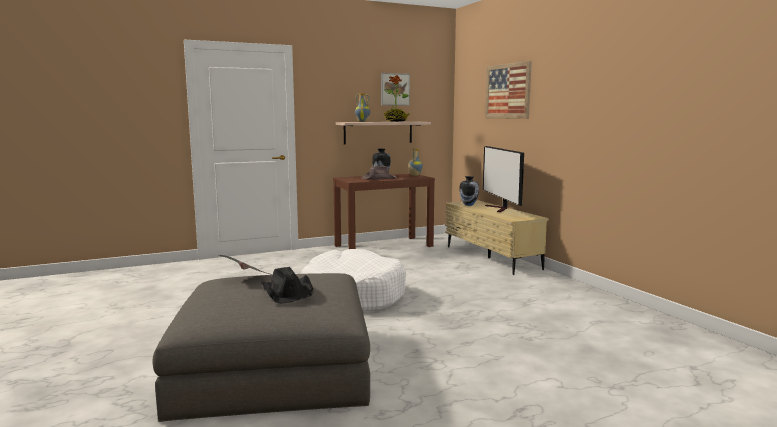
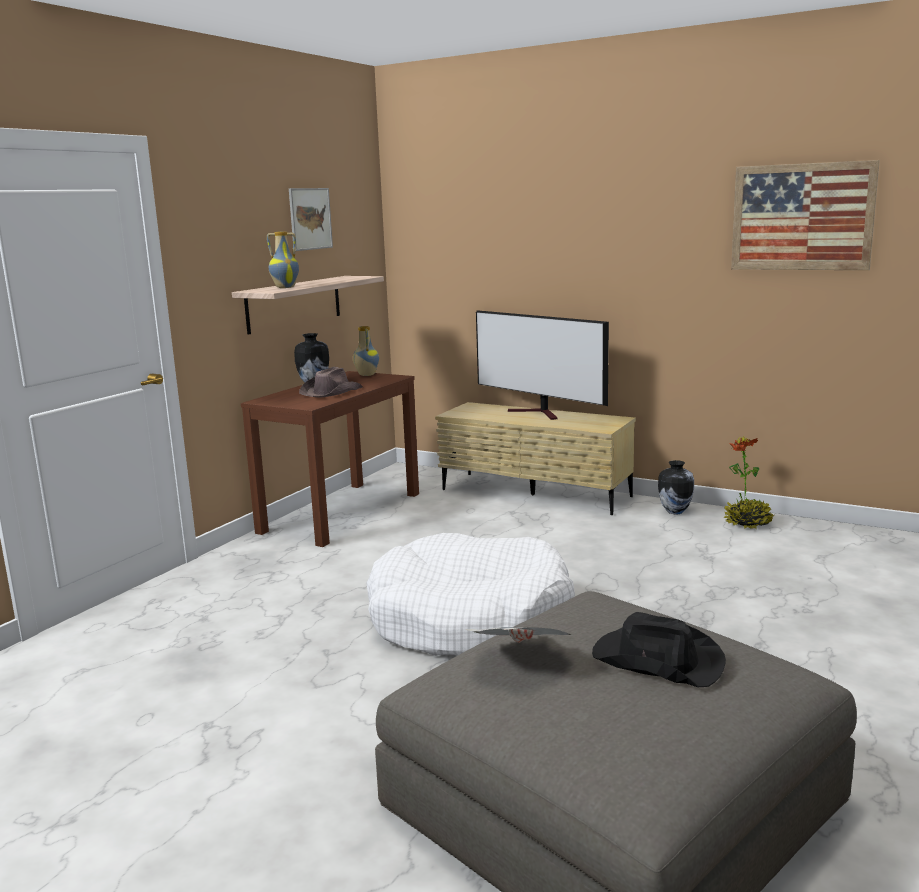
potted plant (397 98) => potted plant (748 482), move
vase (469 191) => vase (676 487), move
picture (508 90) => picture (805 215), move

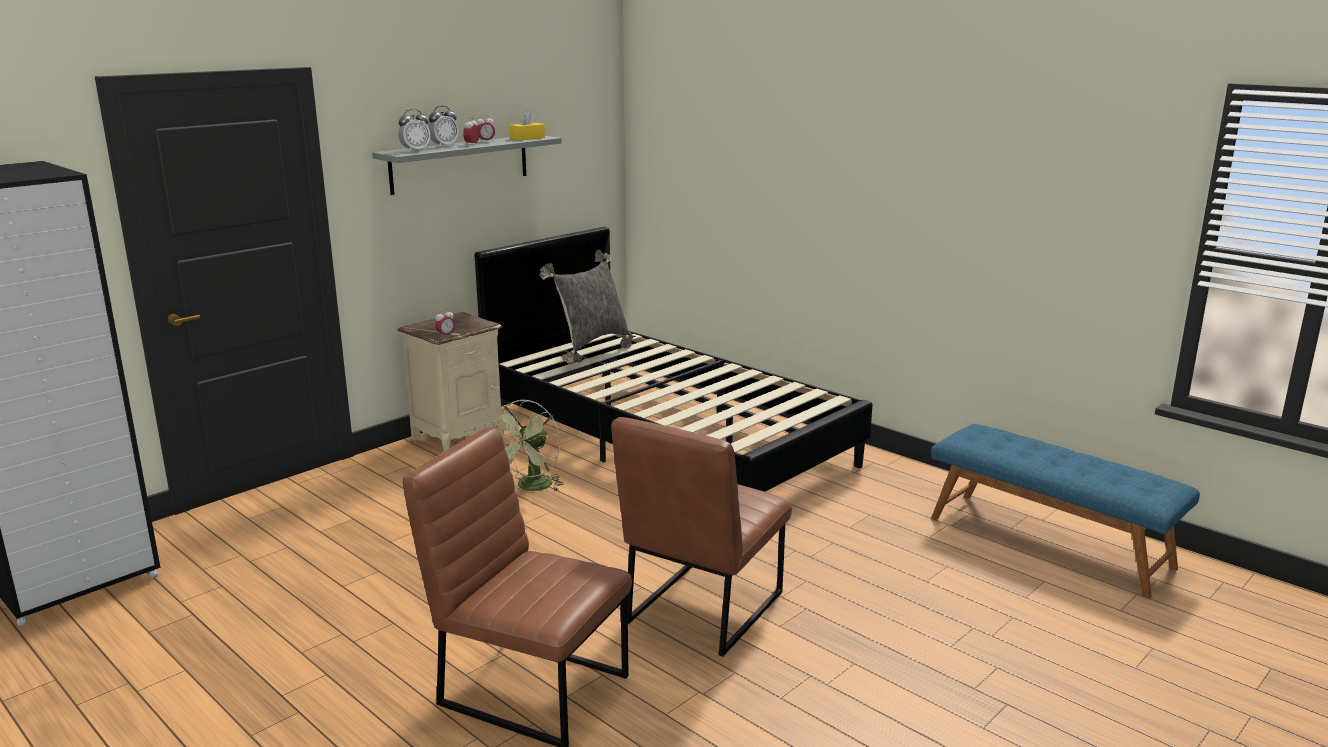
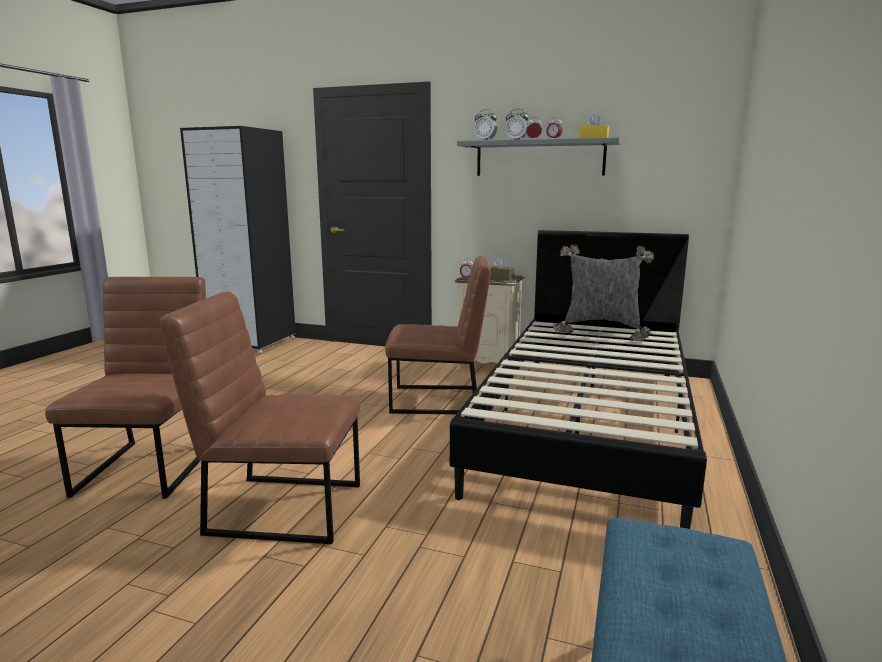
fan (green) (526 445) => chair (brown) (438 335)
nothing => tissue box (brown) (502 268)

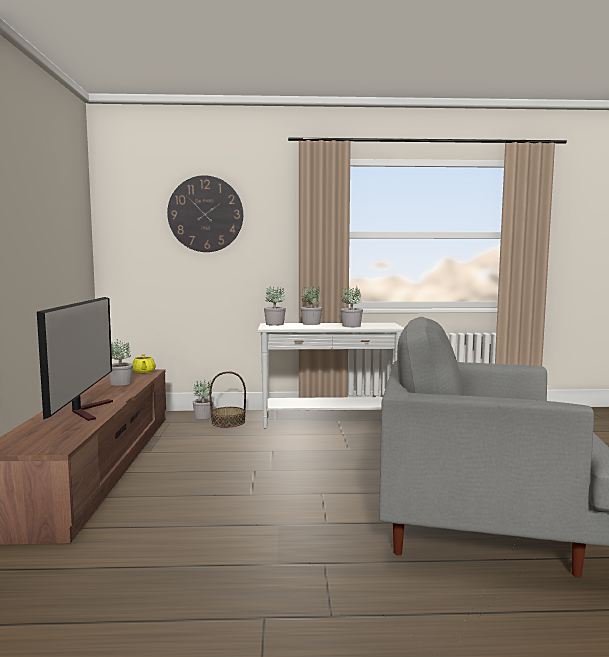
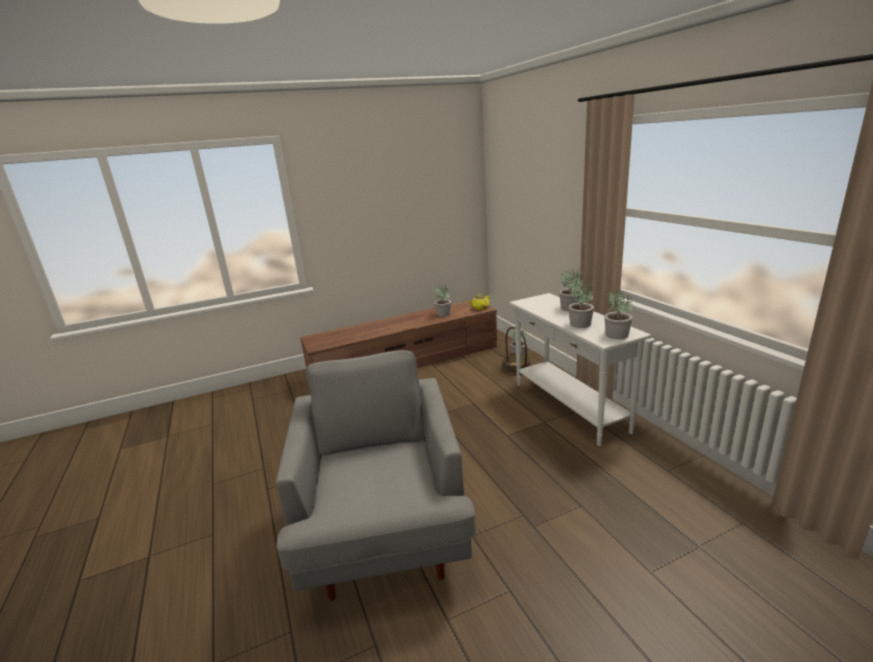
television (75 359) => nothing
wall clock (205 213) => nothing
potted plant (275 305) => potted plant (618 314), move

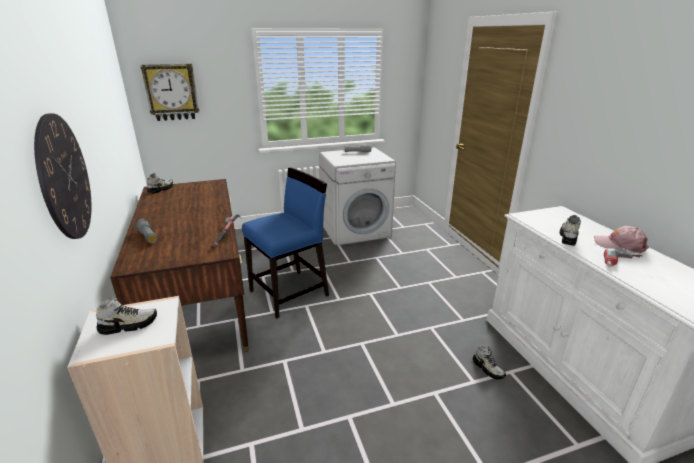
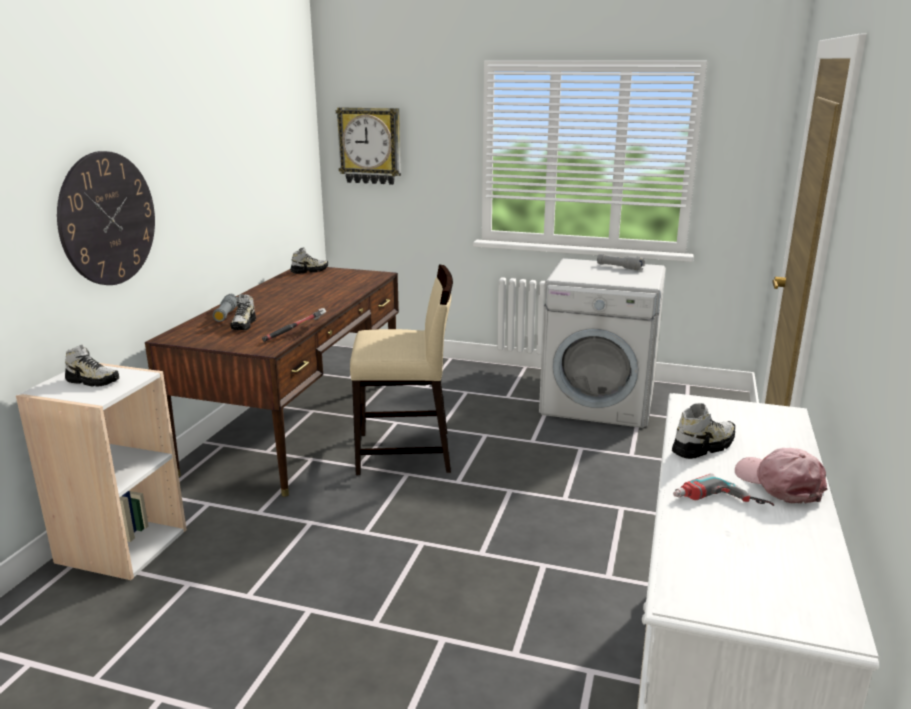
chair (blue) (285 243) => chair (beige) (401 369)
shoe (489 362) => shoe (243 312), move

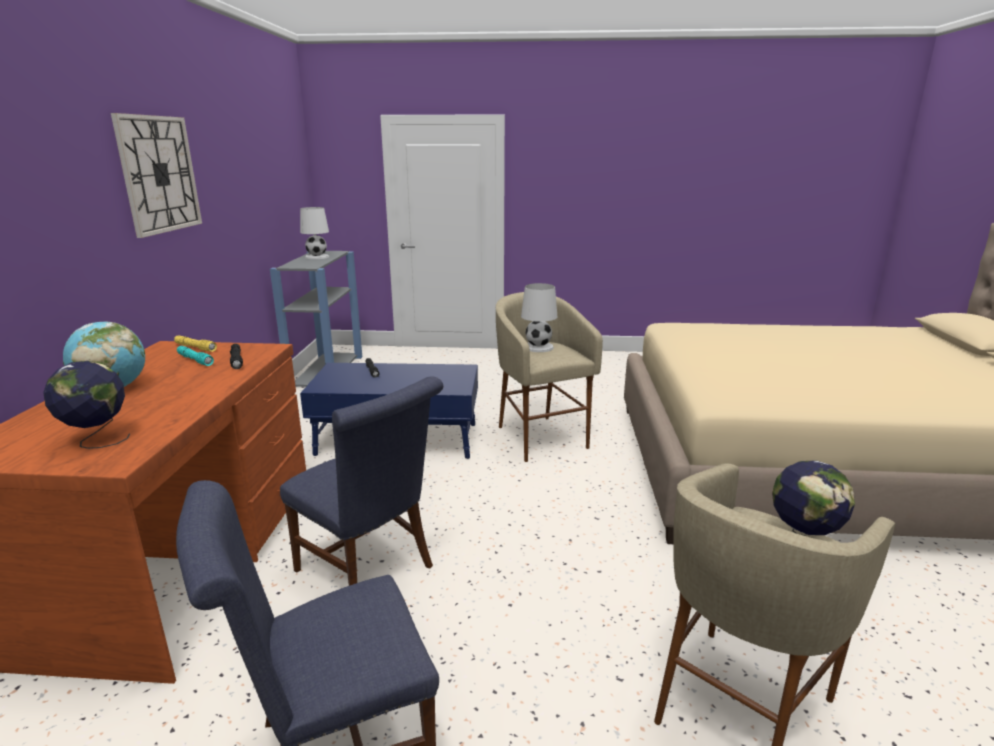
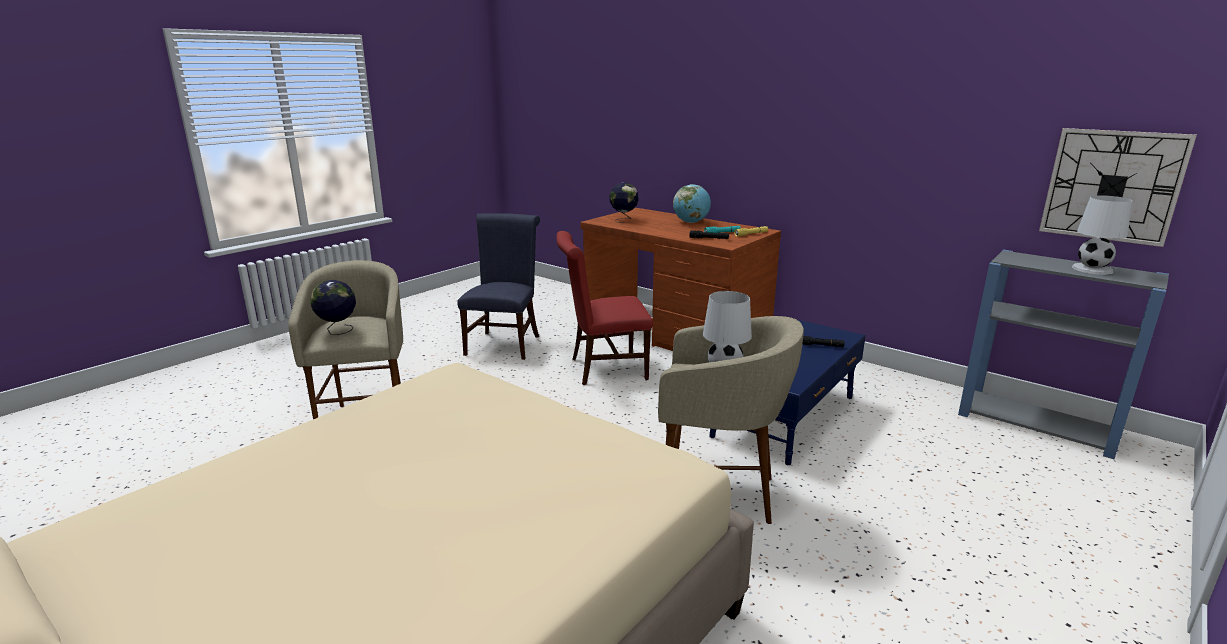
wall clock (156 175) => wall clock (1118 187), move
chair (blue) (361 481) => chair (red) (604 308)

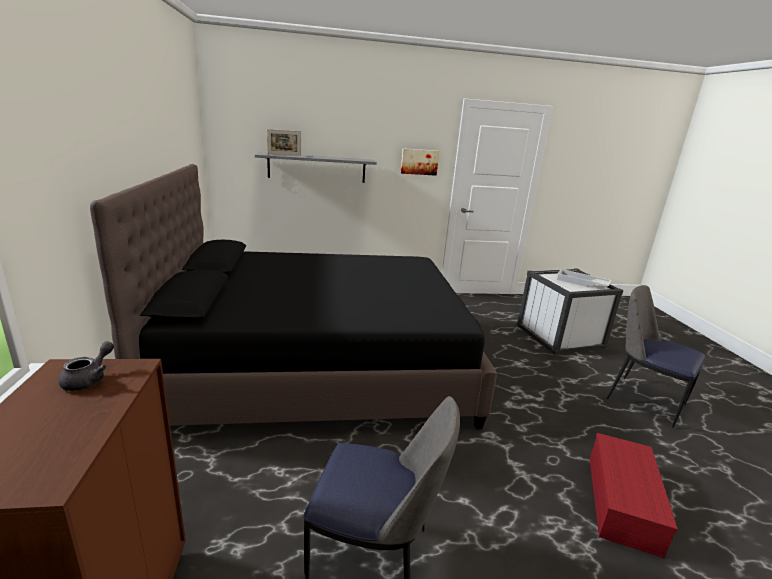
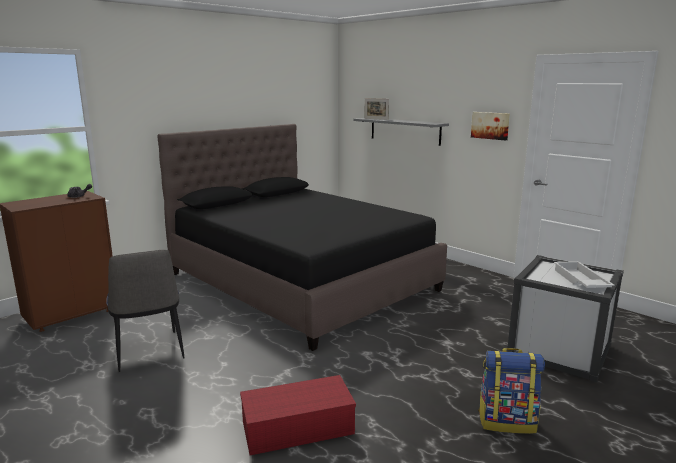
chair (656 356) => backpack (511 391)

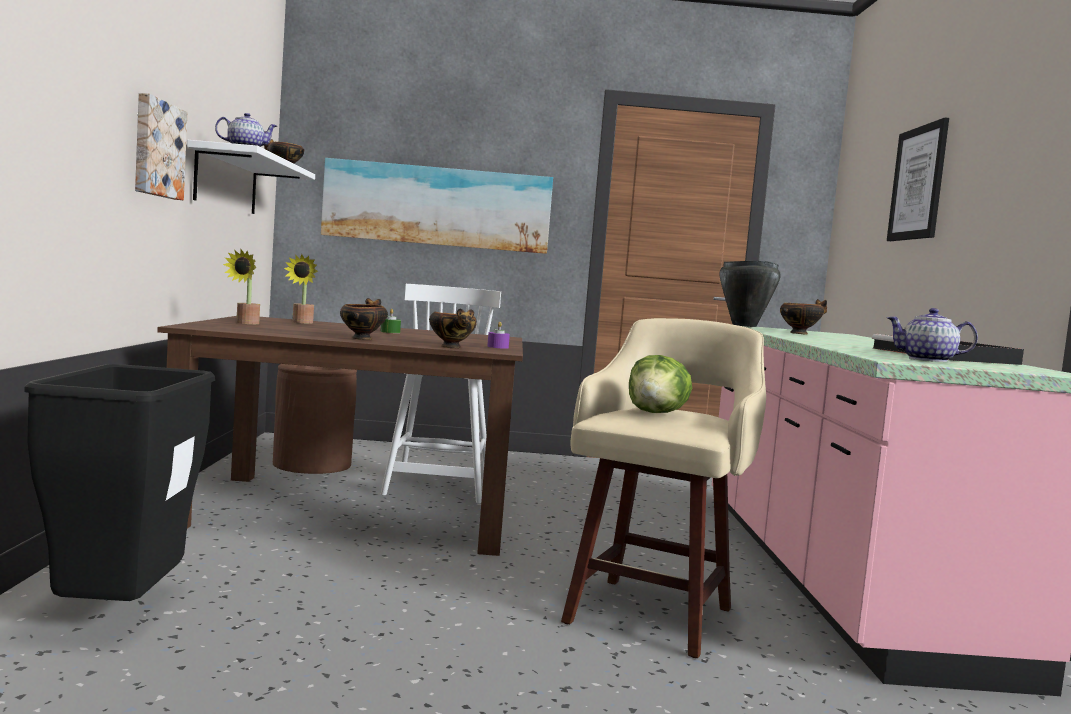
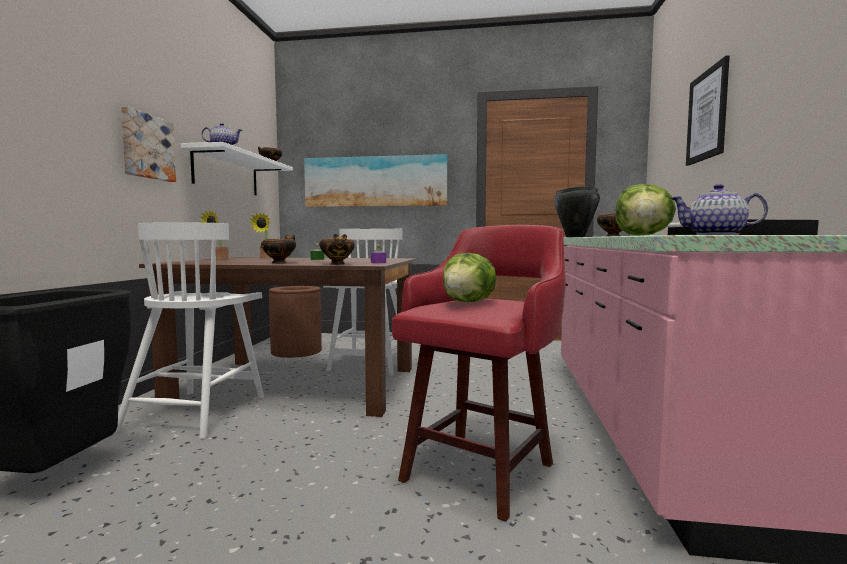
stool (beige) (663 488) => stool (red) (479 373)
nothing => chair (white) (189 330)
nothing => lettuce (645 210)

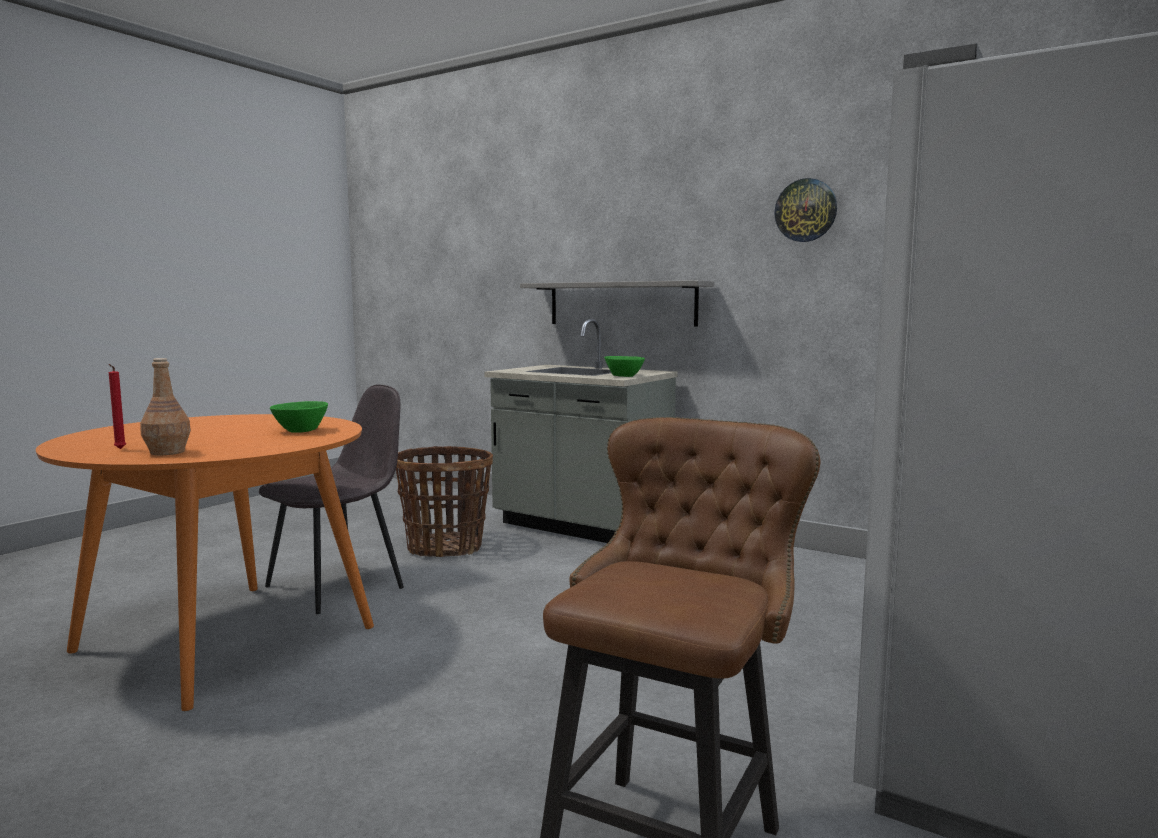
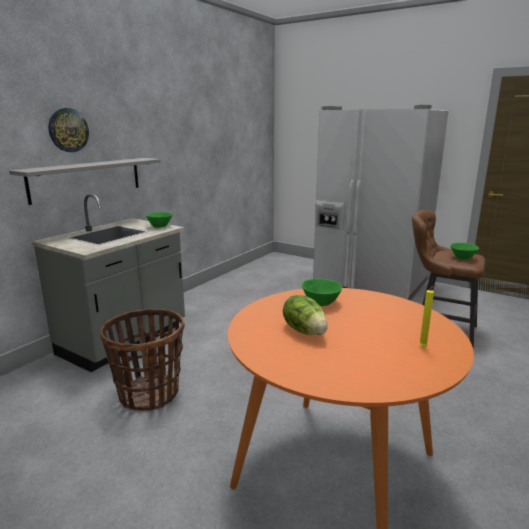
candle (red) (117 406) => candle (yellow) (428 315)
bottle (brown) (165 406) => nothing
chair (grey) (331 499) => nothing
wall clock (805 210) => wall clock (68 130), move
nothing => lettuce (305 315)
nothing => bowl (green) (464 251)

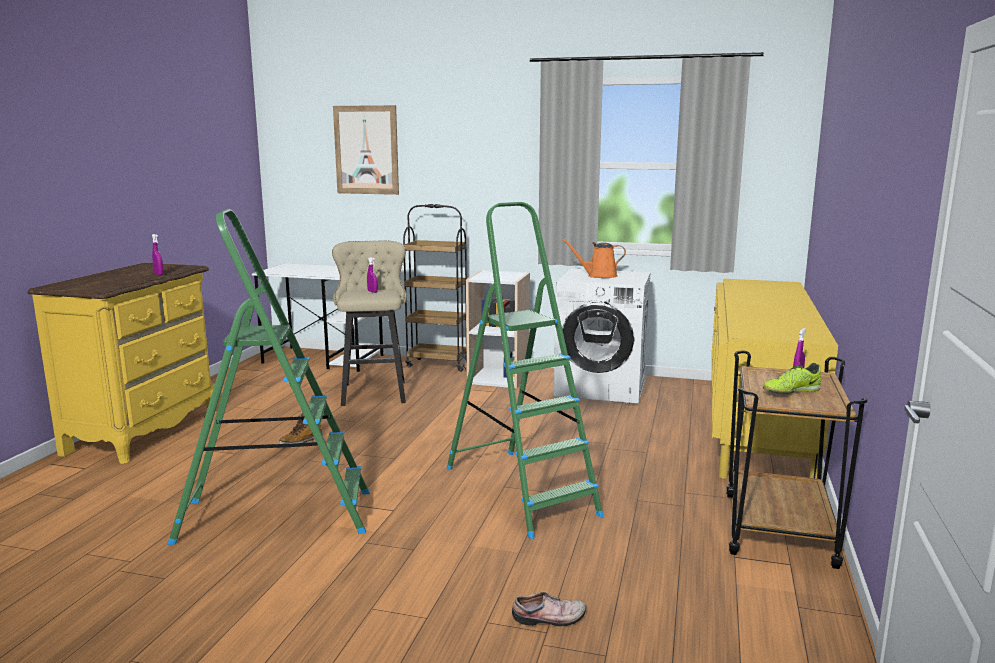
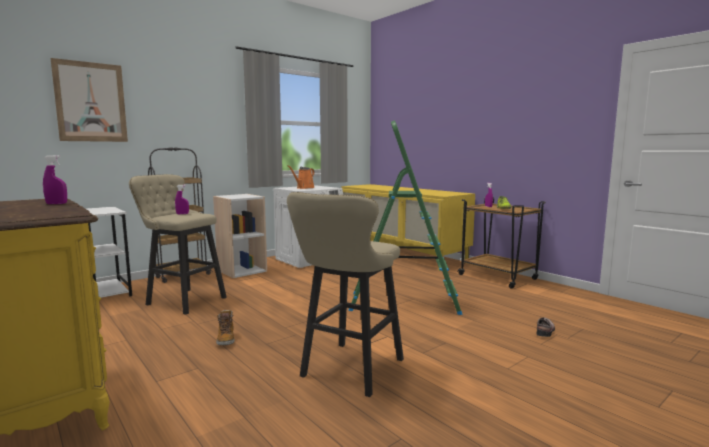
step ladder (green) (269 377) => stool (beige) (345 294)

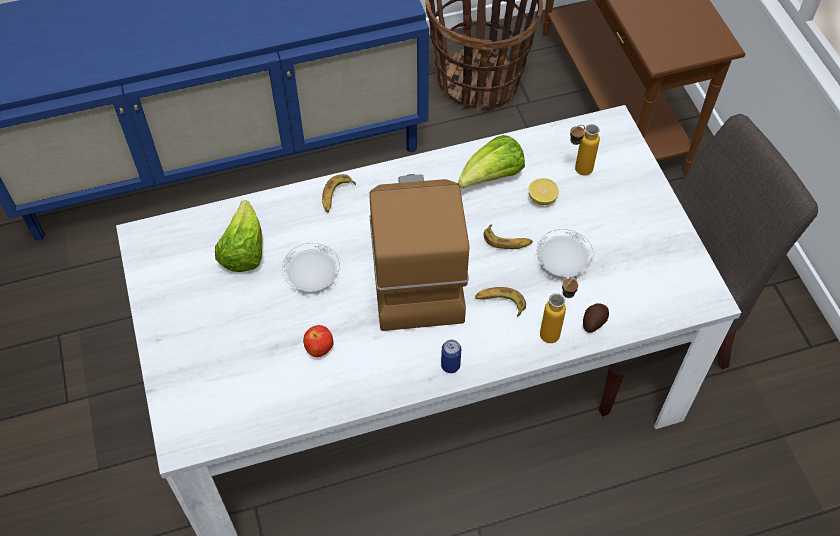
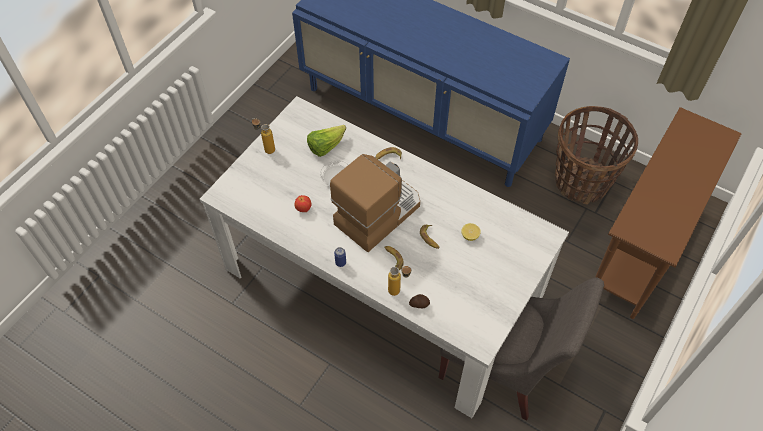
lettuce (491 161) => nothing
plate (white) (565 253) => nothing
bottle (585 150) => bottle (263 136), move

